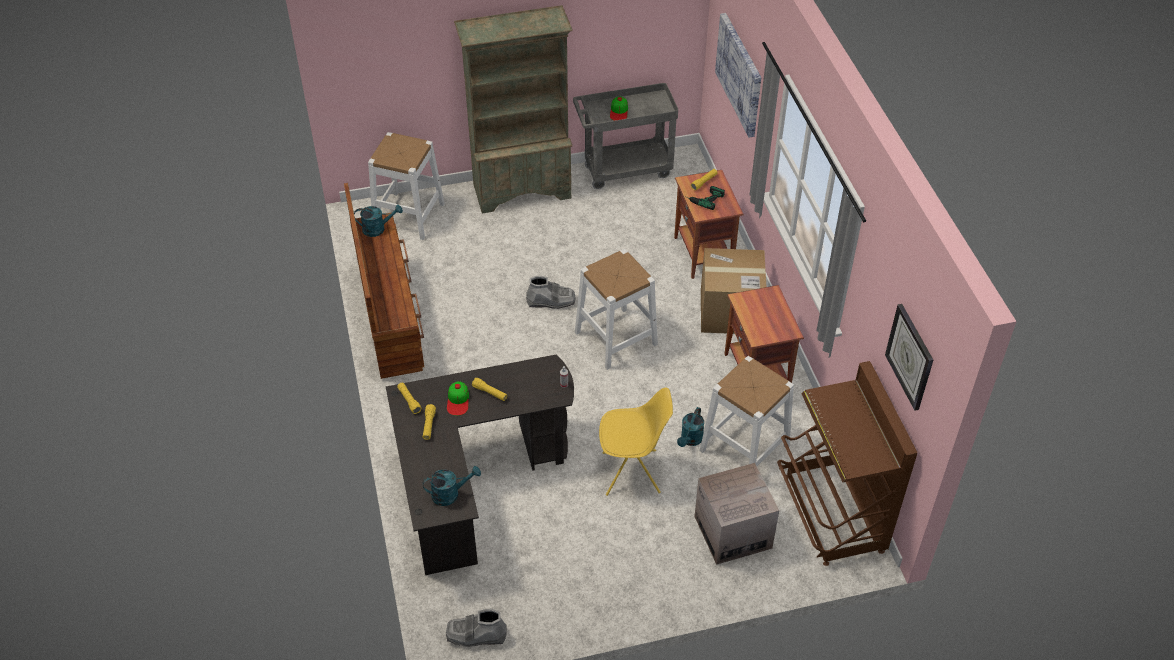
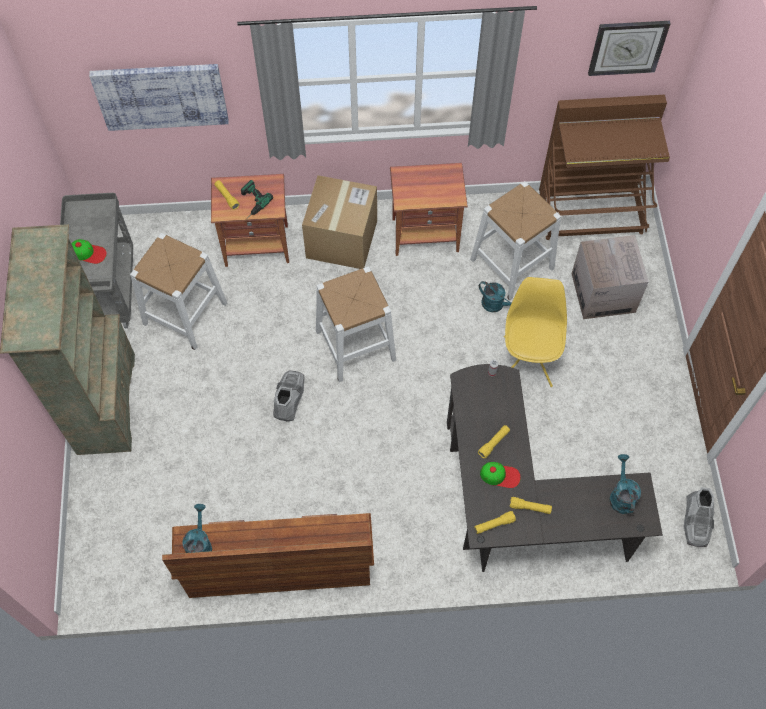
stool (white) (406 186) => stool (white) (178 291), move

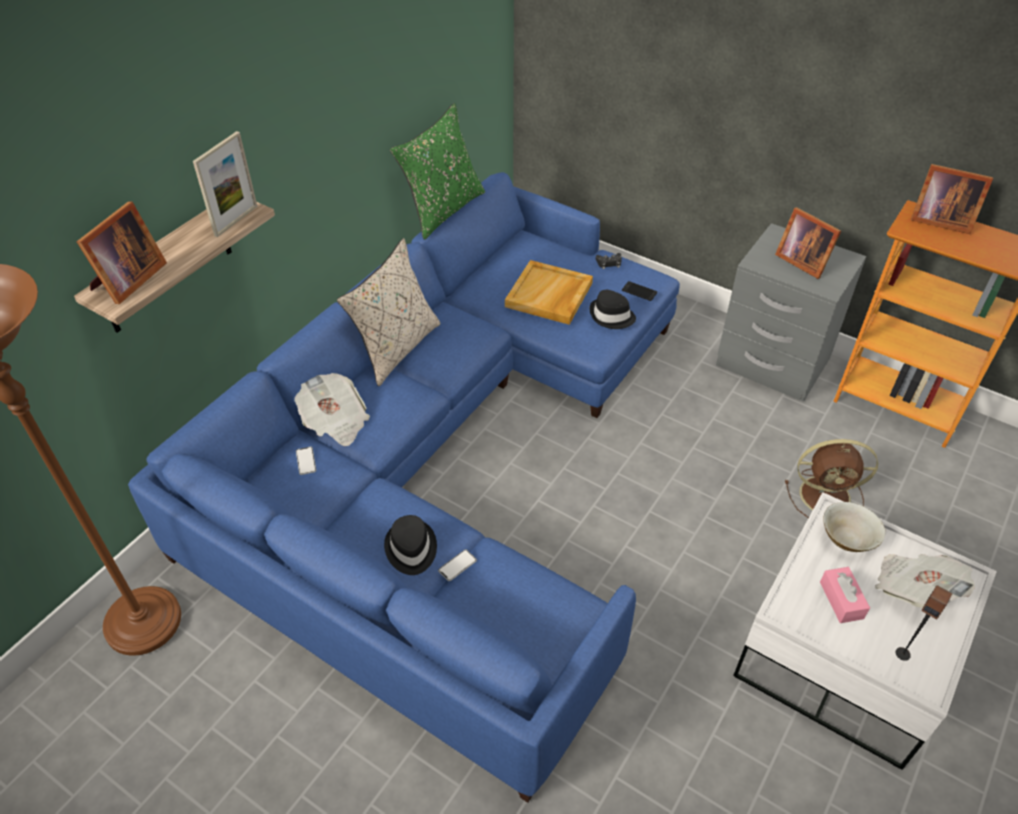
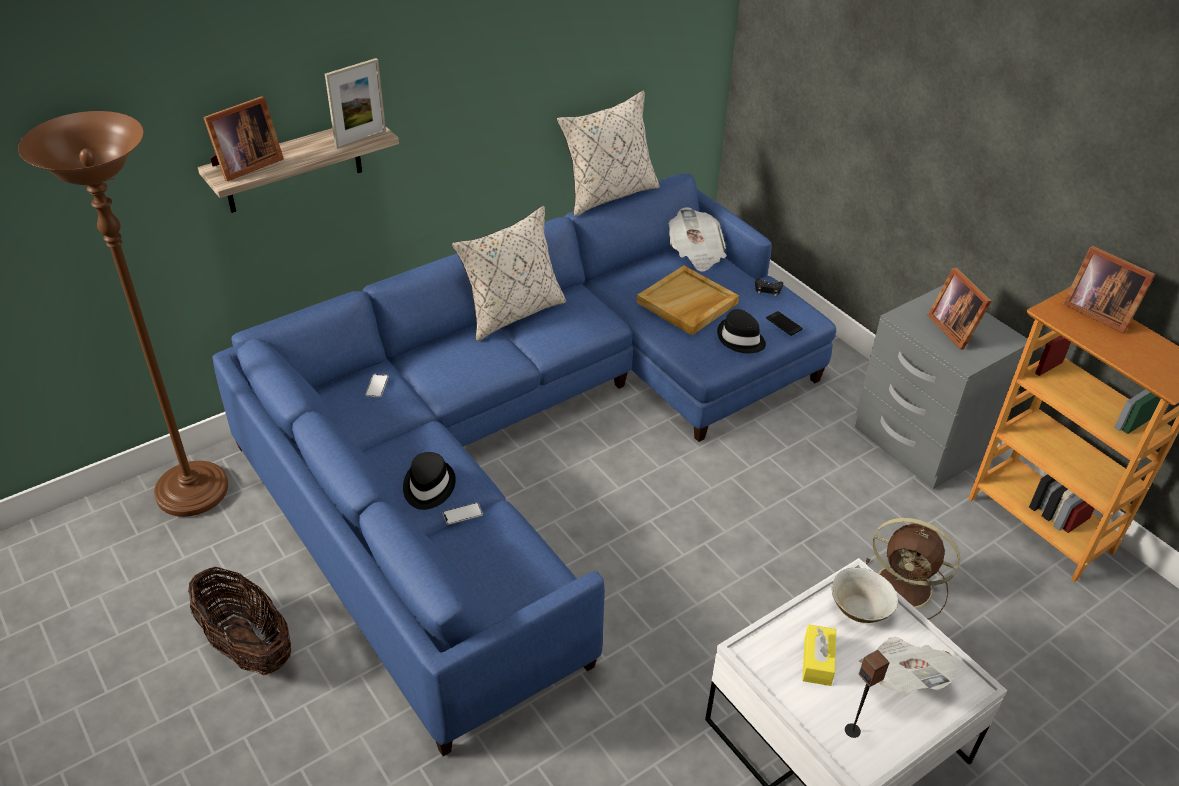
newspaper (332 409) => newspaper (698 239), move
pillow (green) (437 171) => pillow (beige) (608 153)
tissue box (pink) (845 595) => tissue box (yellow) (819 655)
nothing => basket (239 621)

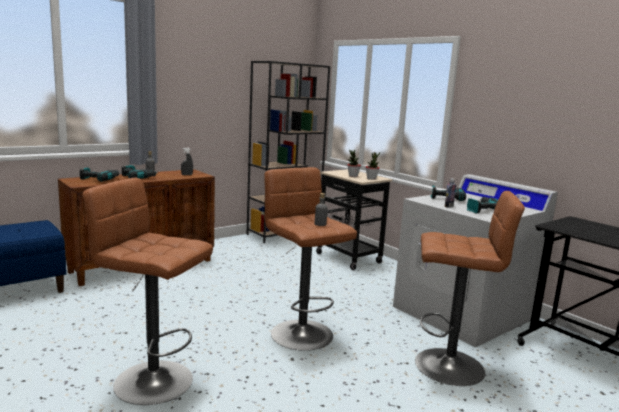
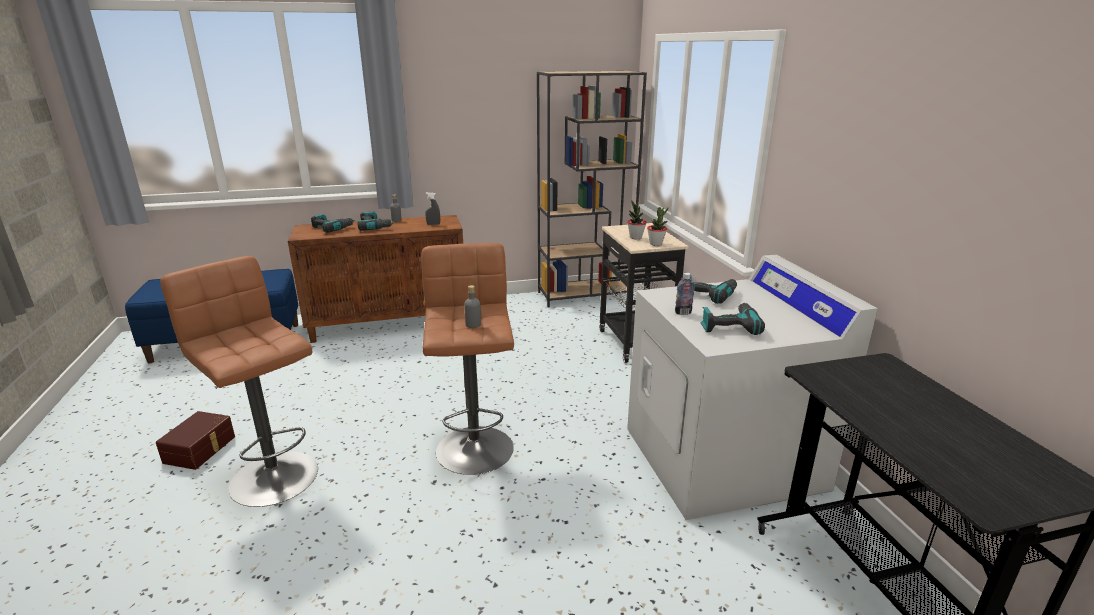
stool (brown) (470 288) => nothing
nothing => storage box (brown) (195 440)

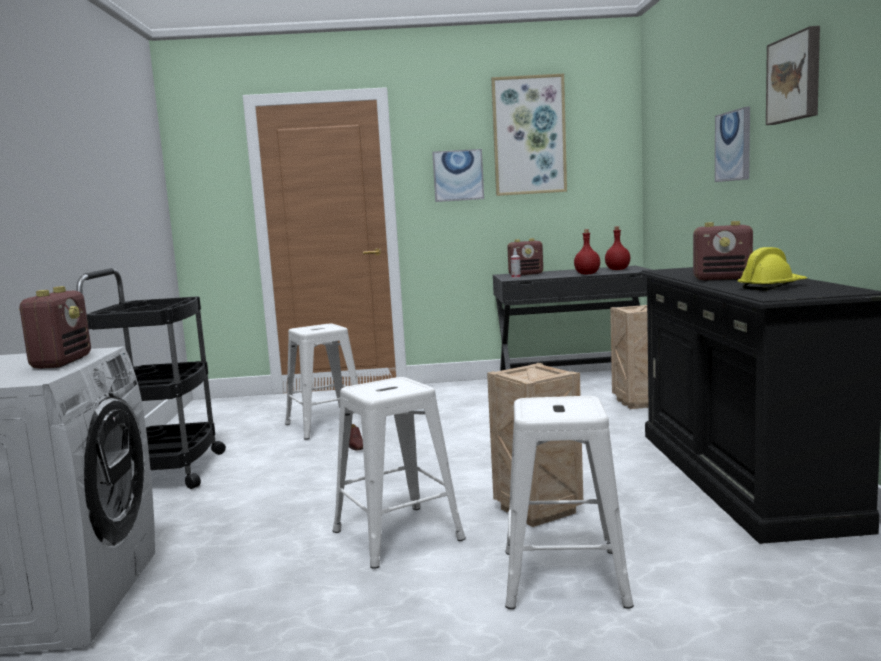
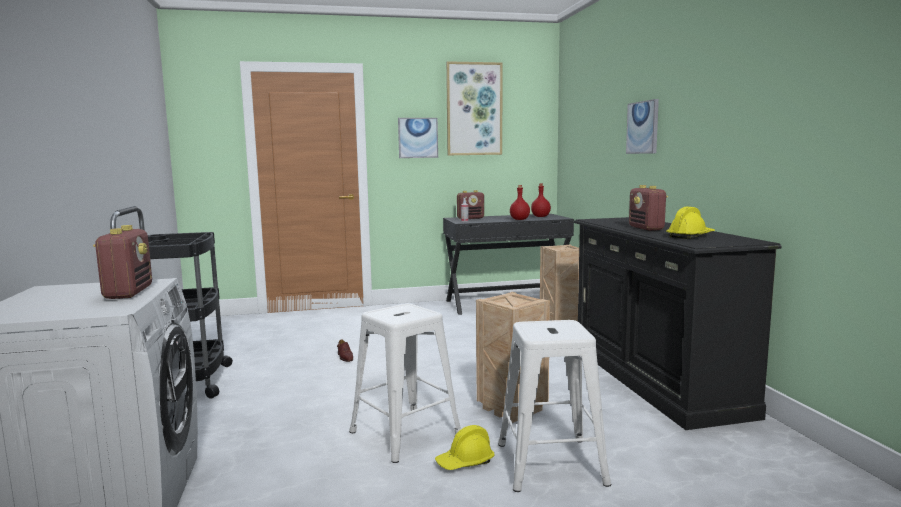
stool (white) (321 382) => nothing
radio (723 251) => radio (648 208), 75 degrees clockwise
picture (793 75) => nothing
nothing => hard hat (yellow) (465 447)

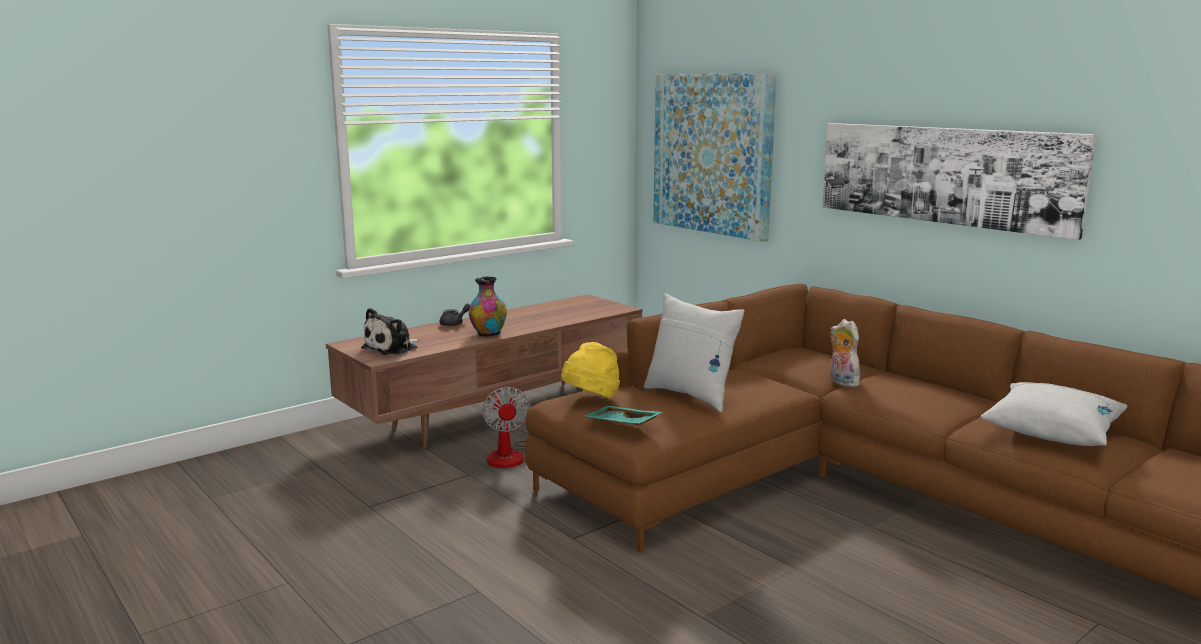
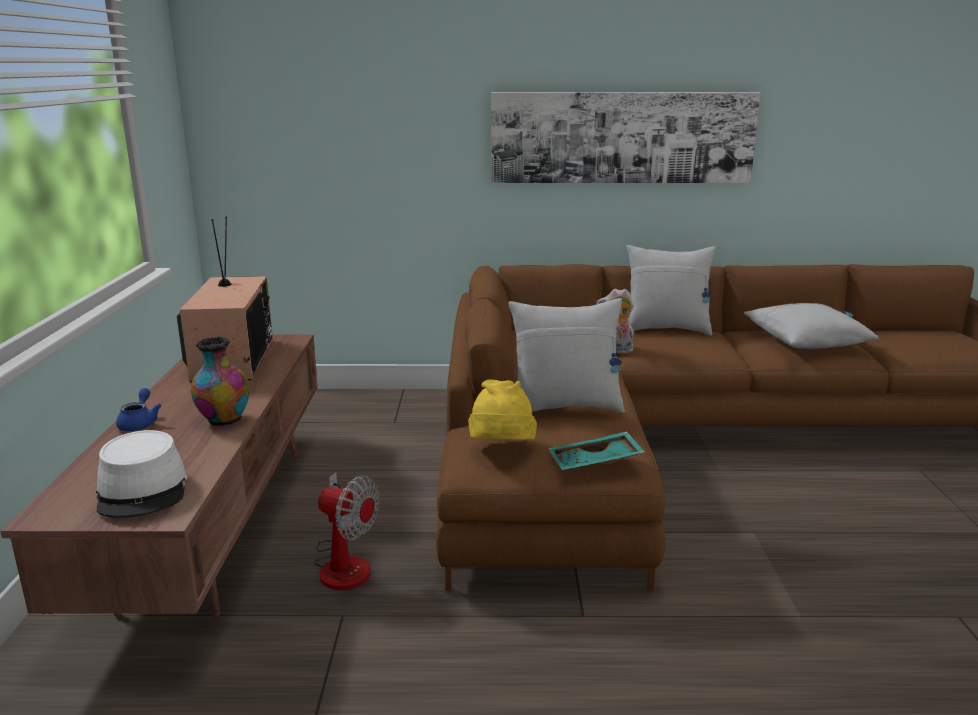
plush toy (390 331) => hat (white) (142 474)
teapot (grey) (455 314) => teapot (blue) (139 409)
picture (715 157) => nothing
nothing => television (225 299)
nothing => pillow (grey) (671 290)

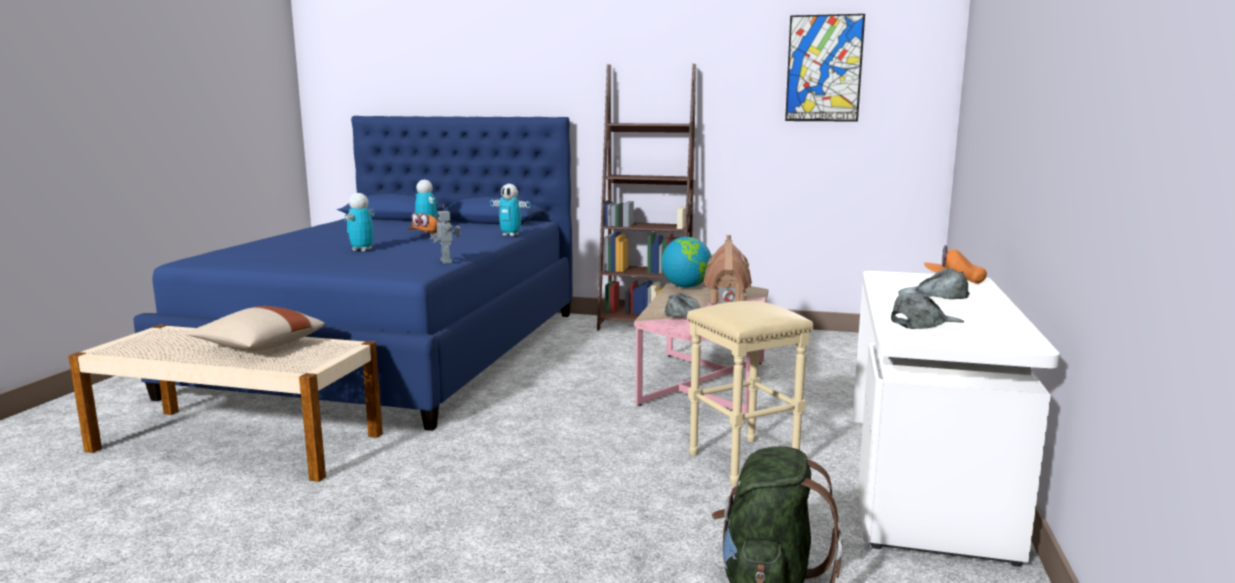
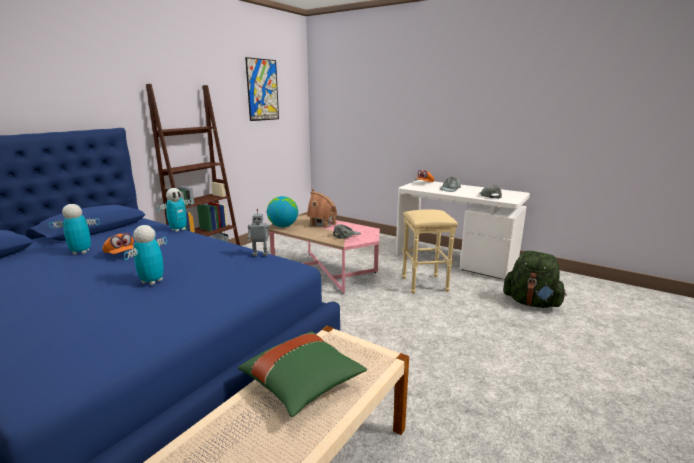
pillow (beige) (256 328) => pillow (green) (302 374)
toy robot (359 222) => toy robot (145 255), 75 degrees clockwise

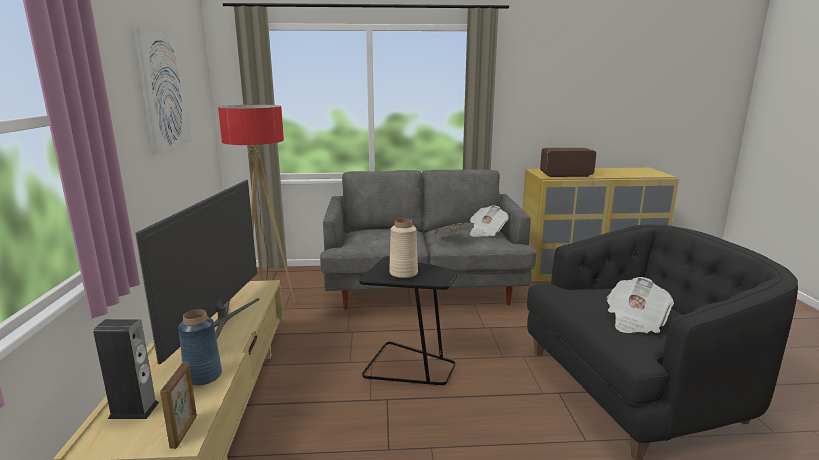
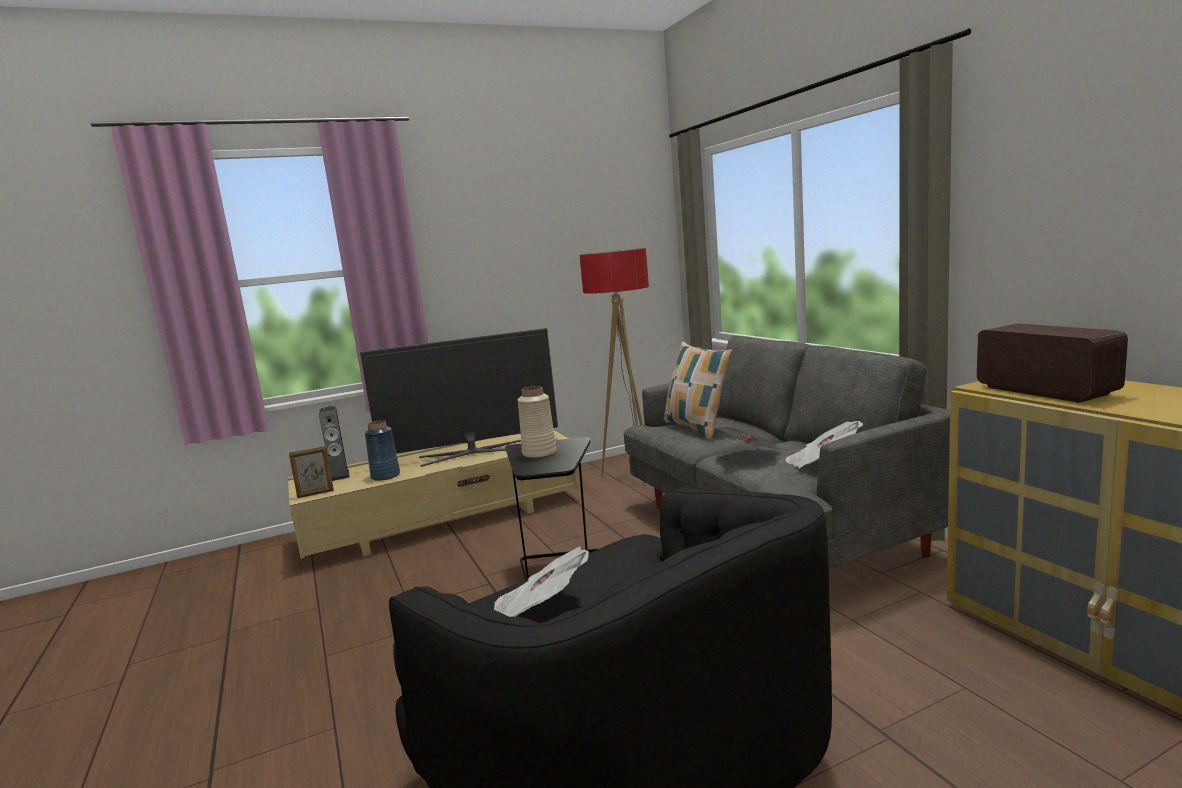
picture (162 91) => nothing
nothing => pillow (698 391)

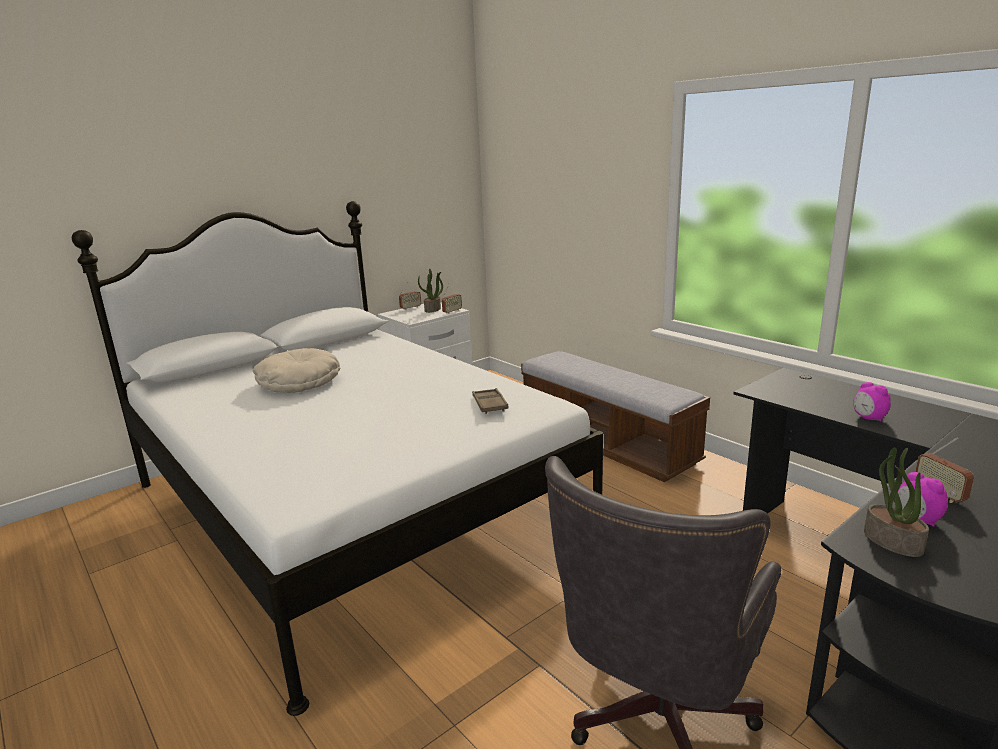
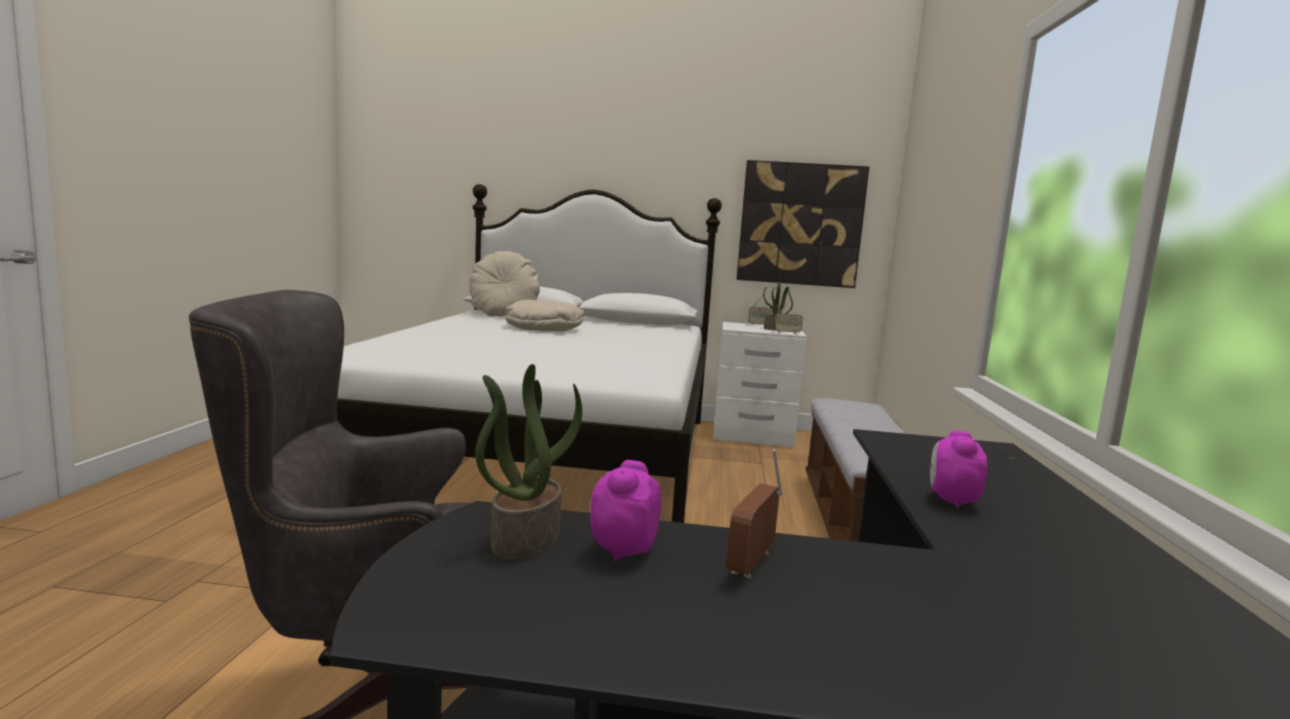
tray (brown) (490 401) => nothing
nothing => pillow (beige) (504 283)
nothing => picture (803 224)

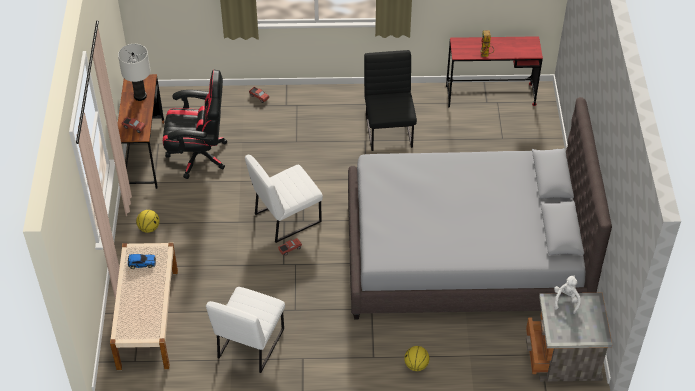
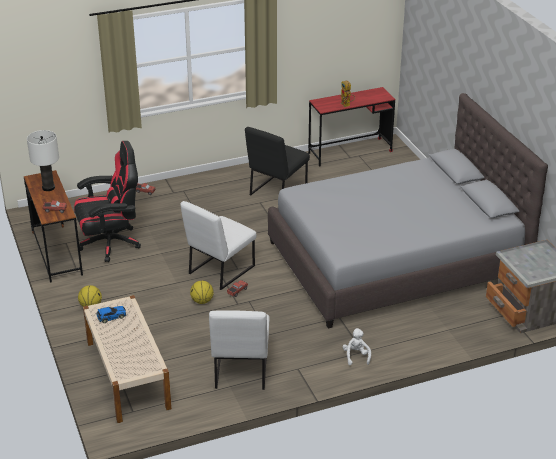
chair (black) (390 100) => chair (black) (277 161), 120 degrees counterclockwise
basketball (416 358) => basketball (202 292), move
plush toy (white) (567 295) => plush toy (white) (357 346), move

